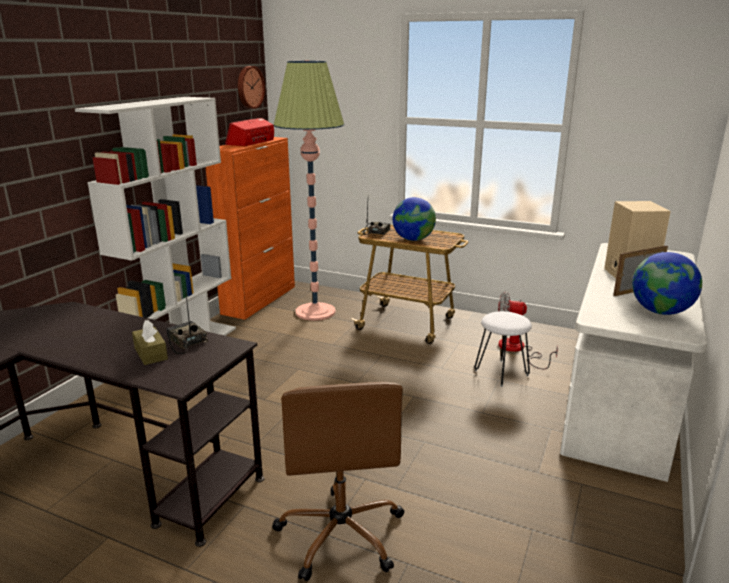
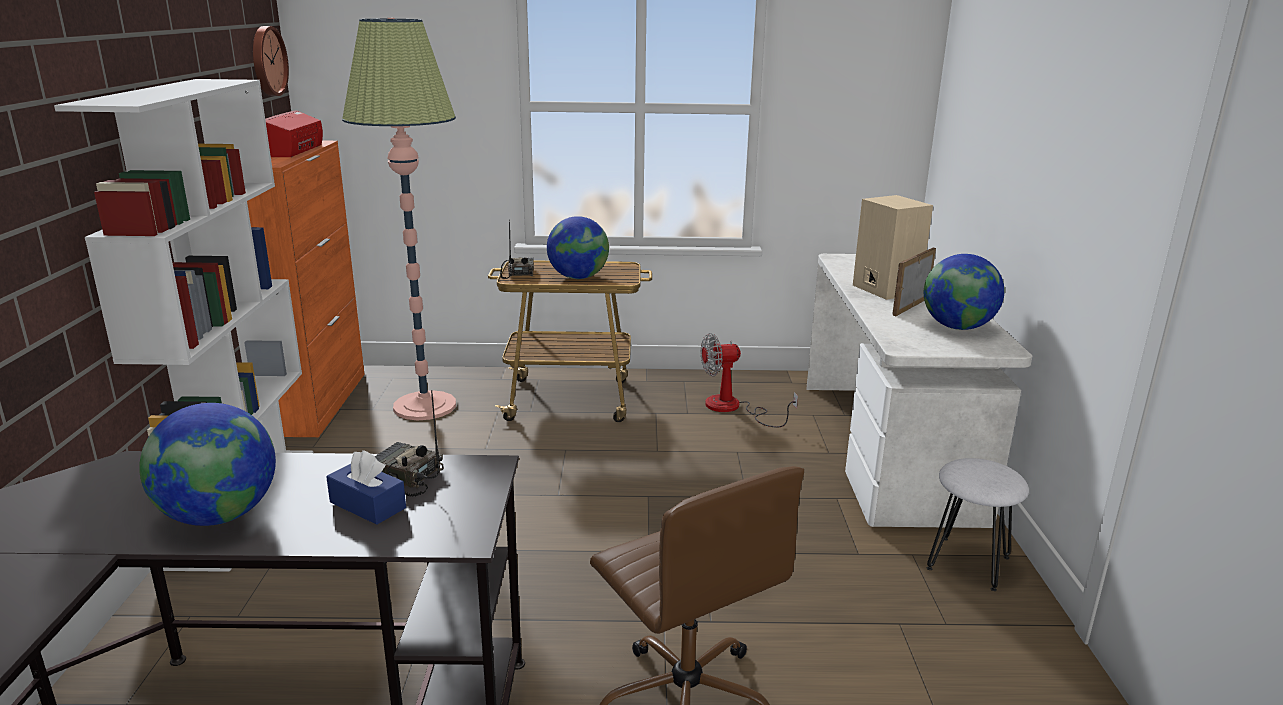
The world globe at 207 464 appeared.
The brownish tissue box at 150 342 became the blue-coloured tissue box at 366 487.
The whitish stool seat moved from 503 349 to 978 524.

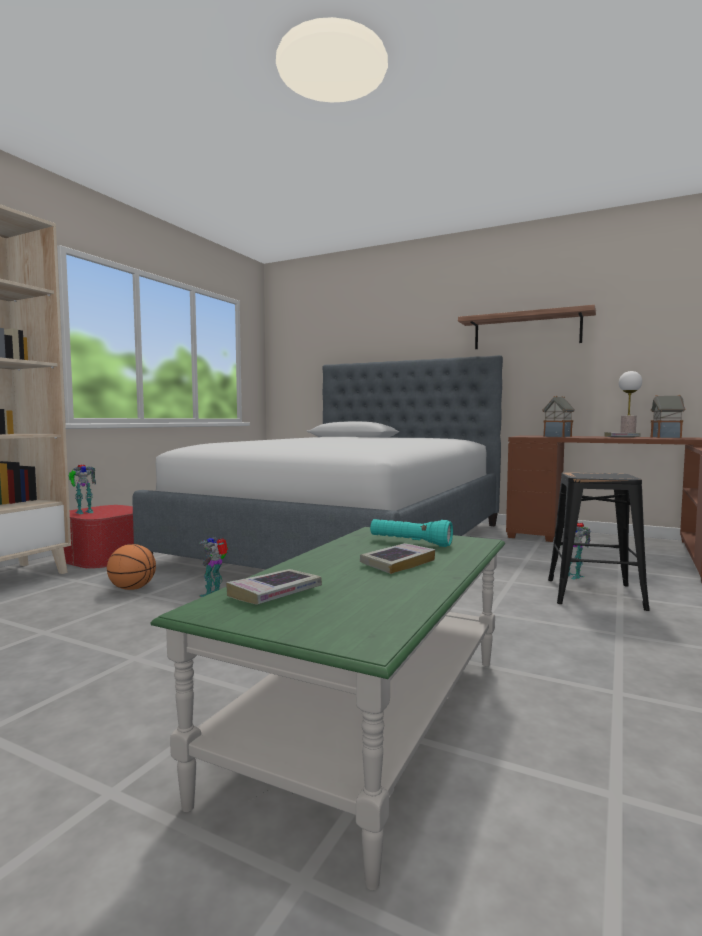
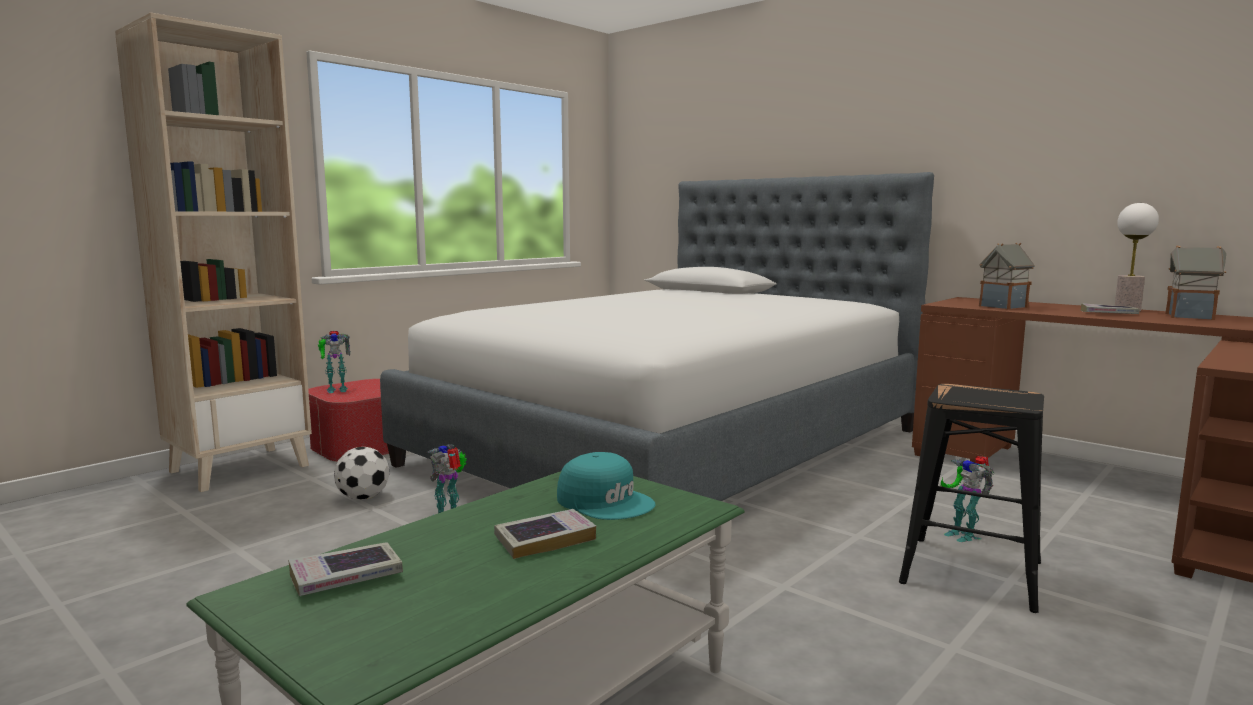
The basketball at 131 567 was replaced by the football at 361 473.
The turquoise-coloured hand torch at 411 533 was replaced by the turquoise-coloured peaked cap at 606 486.
The bracket shelf at 527 327 disappeared.

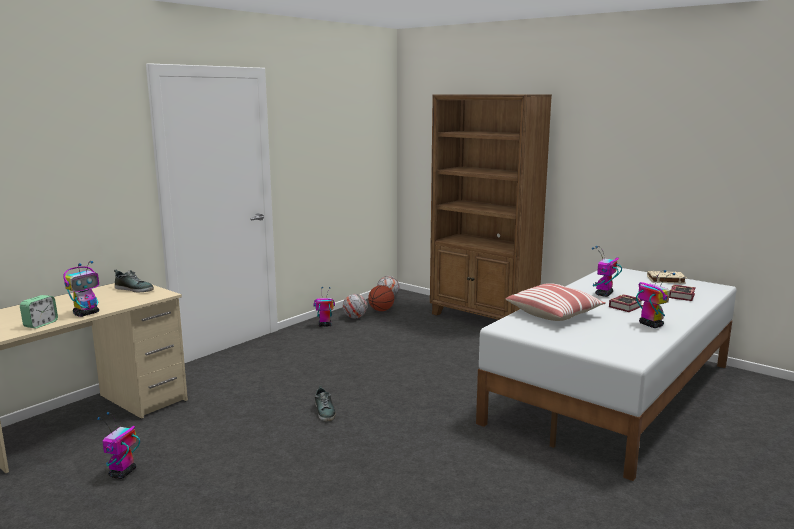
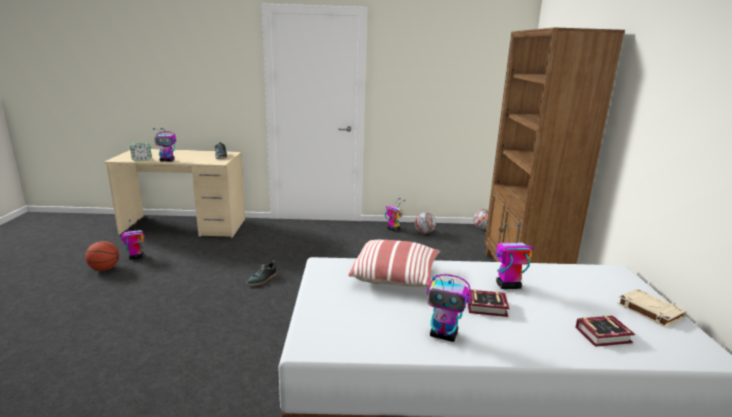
The basketball moved from 381 298 to 102 256.
The robot figure at 655 299 turned 90 degrees clockwise.

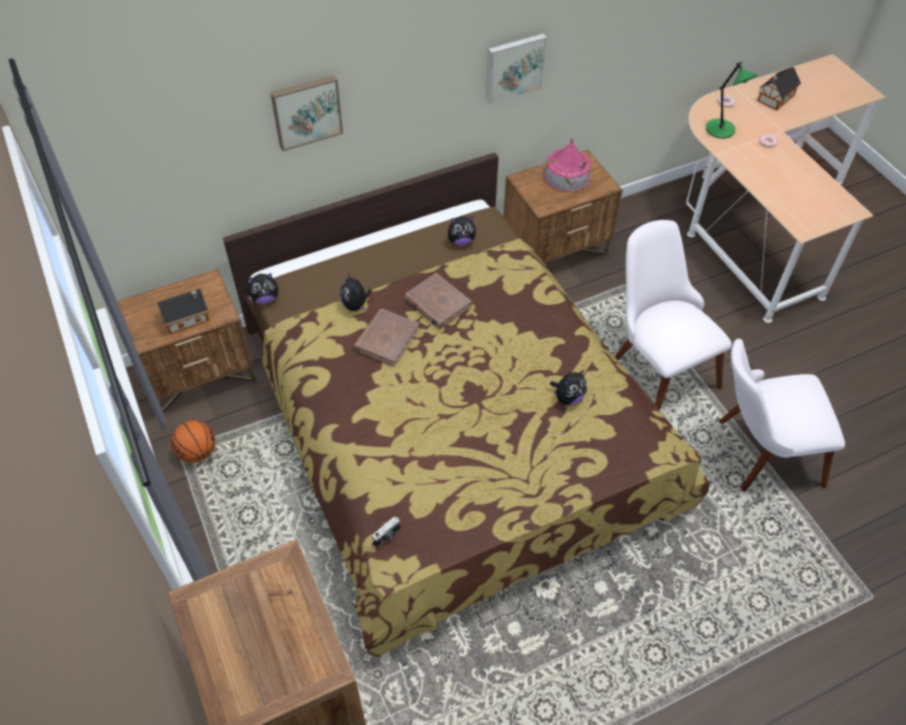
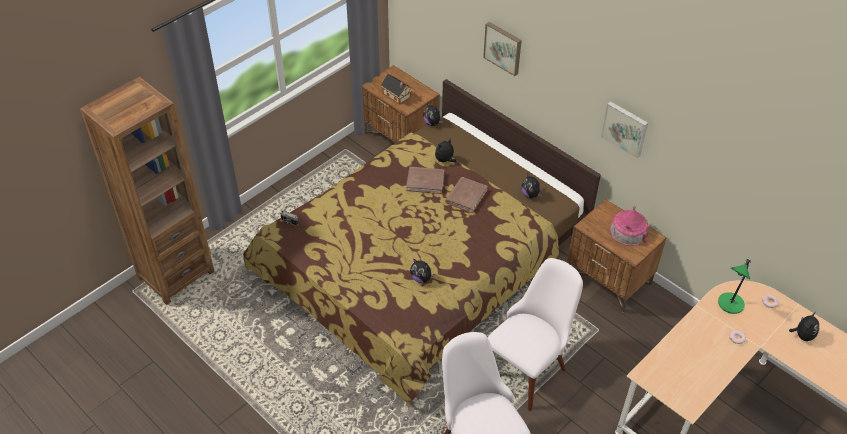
The miniature house at 779 89 was replaced by the soft toy at 804 327.
The basketball at 193 441 disappeared.

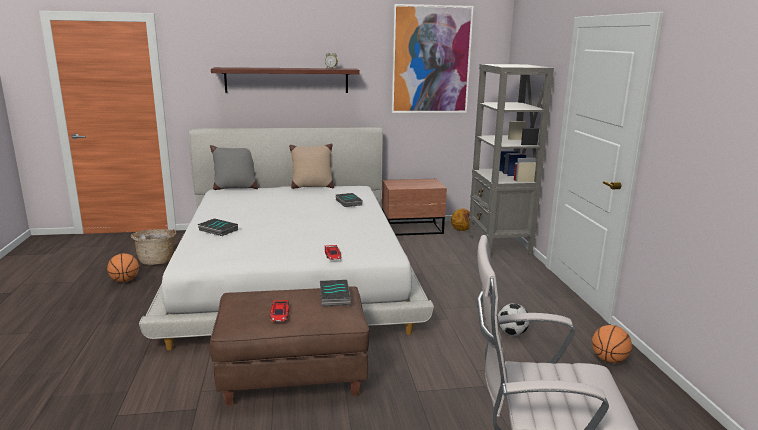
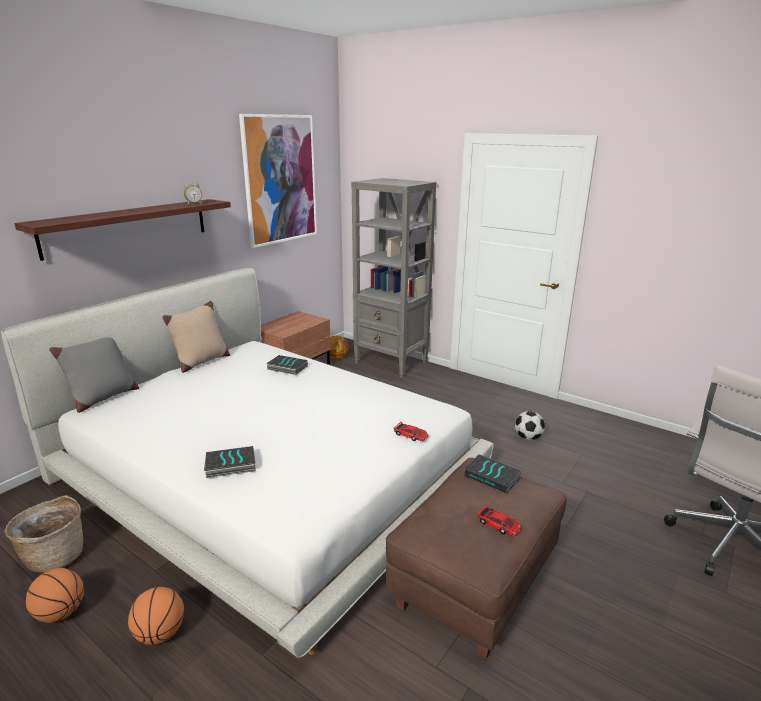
The basketball moved from 612 344 to 156 616.

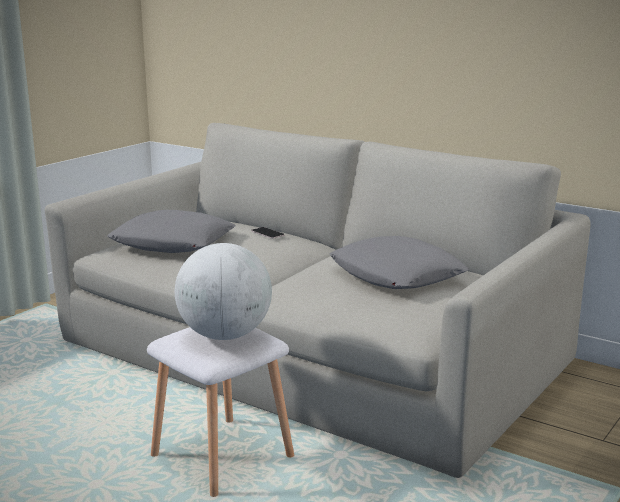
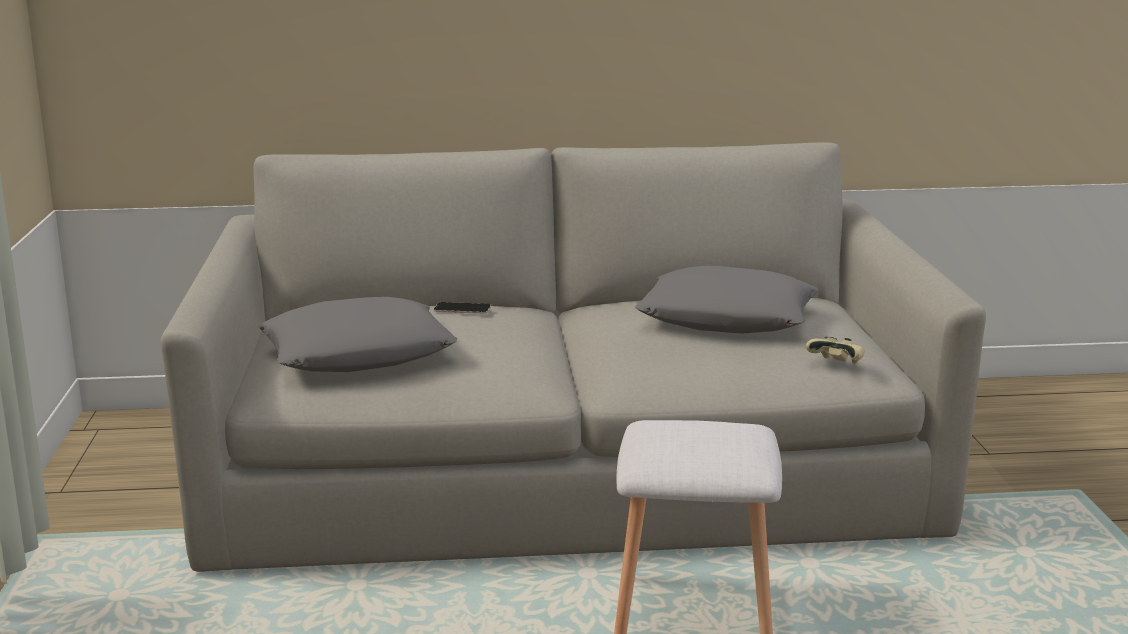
The beige-coloured joypad at 835 350 appeared.
The world globe at 223 291 disappeared.

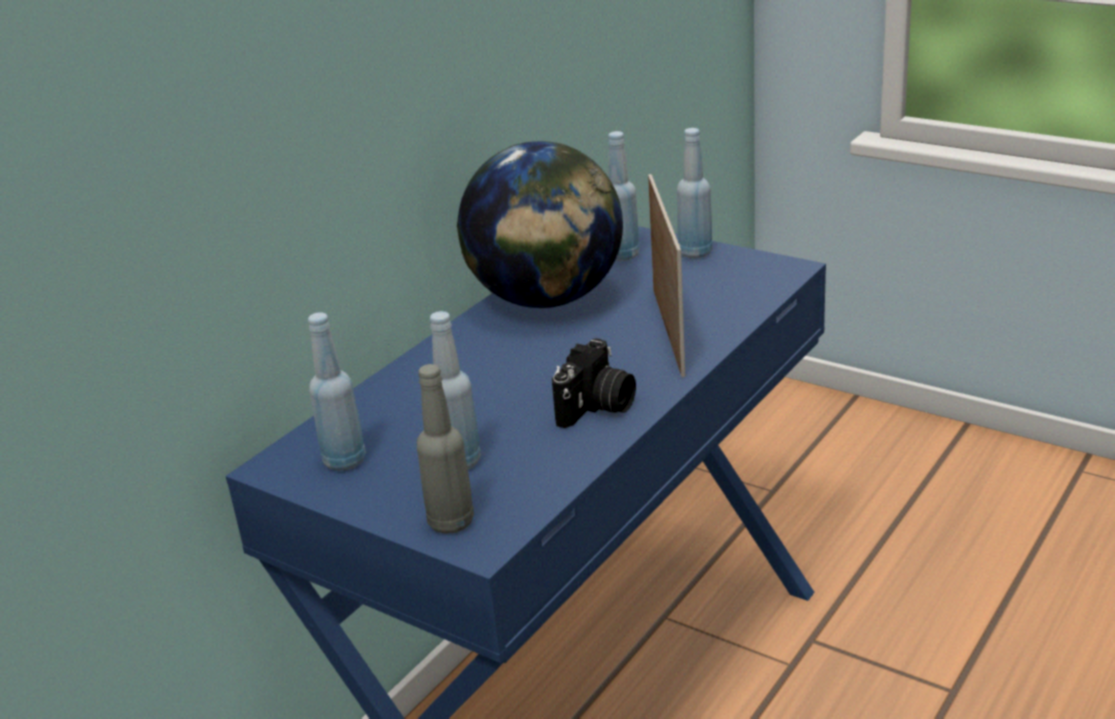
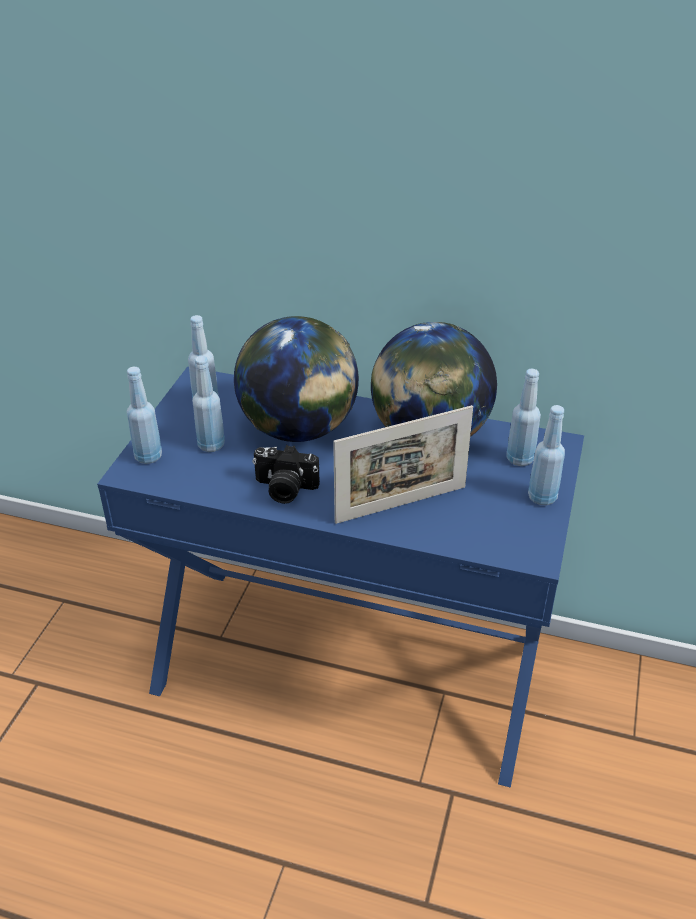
The greyish bottle at 445 449 became the blue-coloured bottle at 144 415.
The world globe at 296 379 appeared.

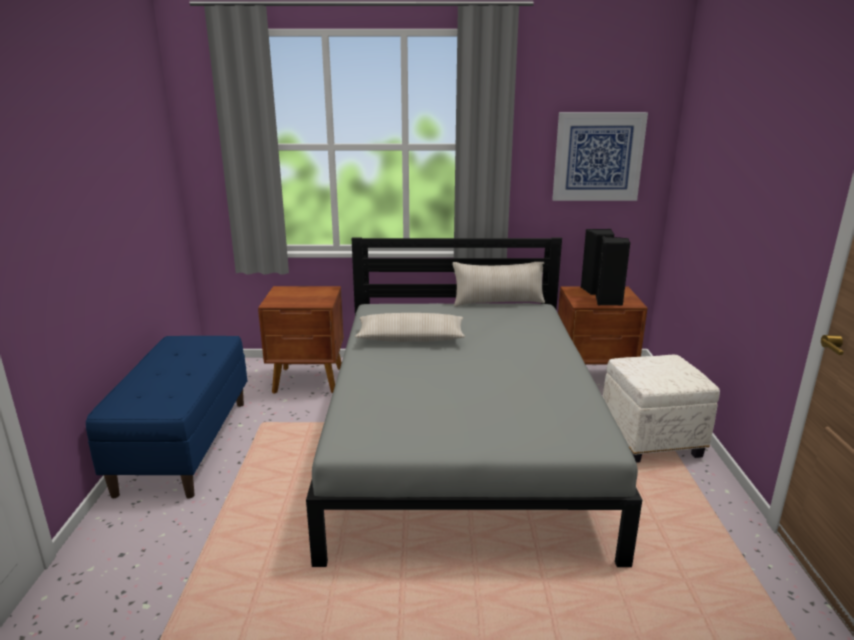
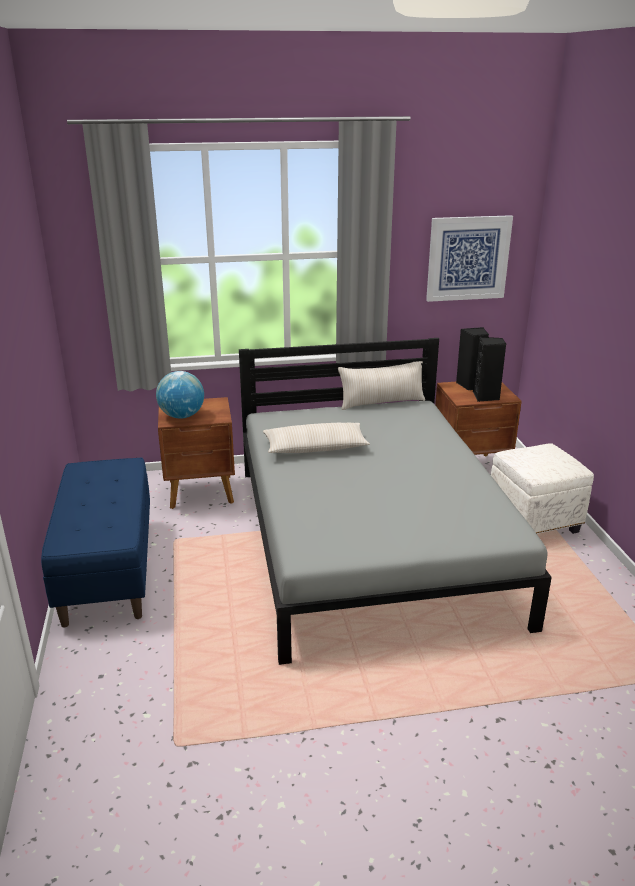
The world globe at 180 395 appeared.

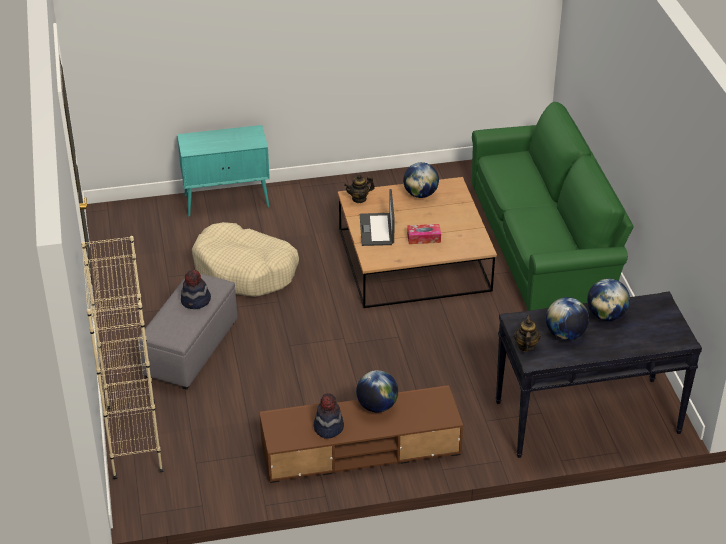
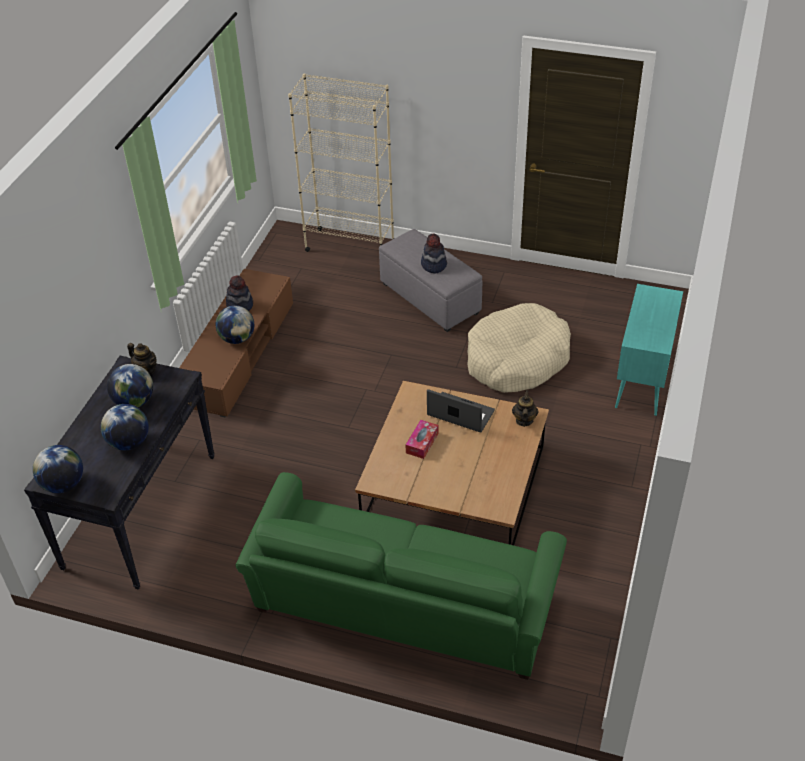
The world globe moved from 421 180 to 58 469.

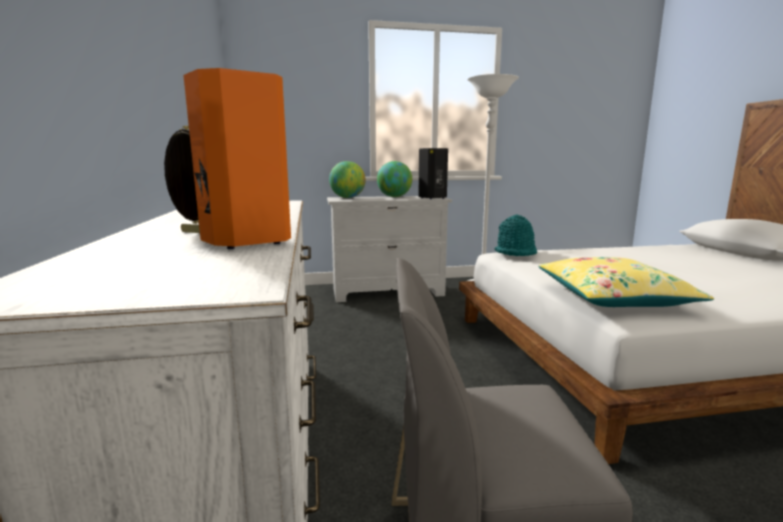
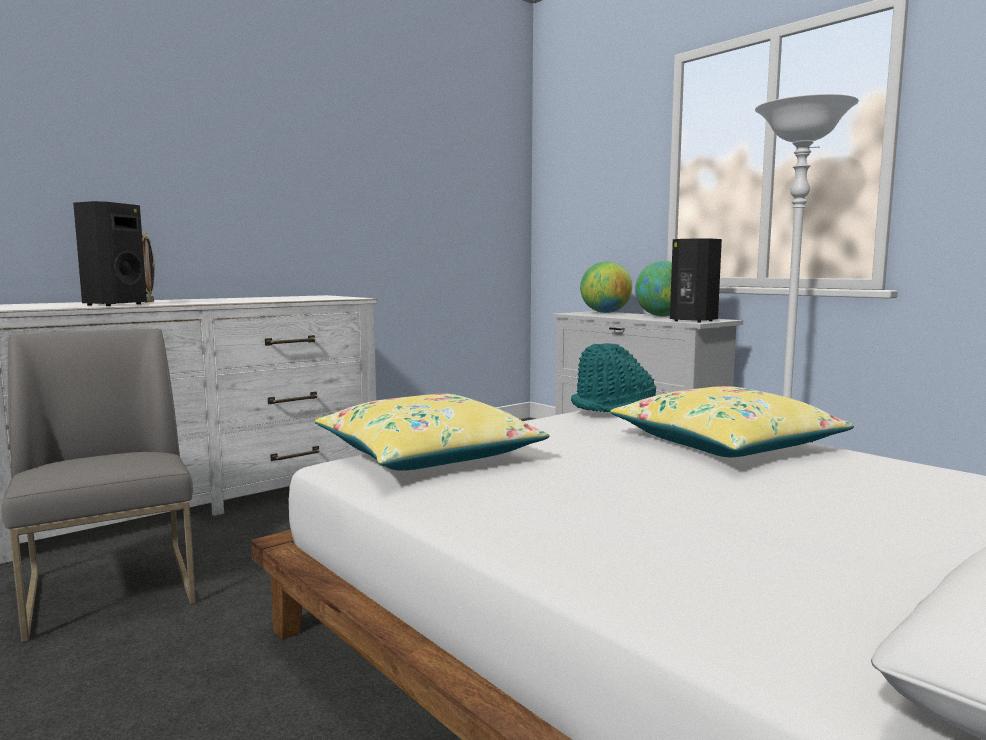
The orange audio speaker at 237 158 became the black-coloured audio speaker at 110 253.
The yellow pillow at 732 421 appeared.

